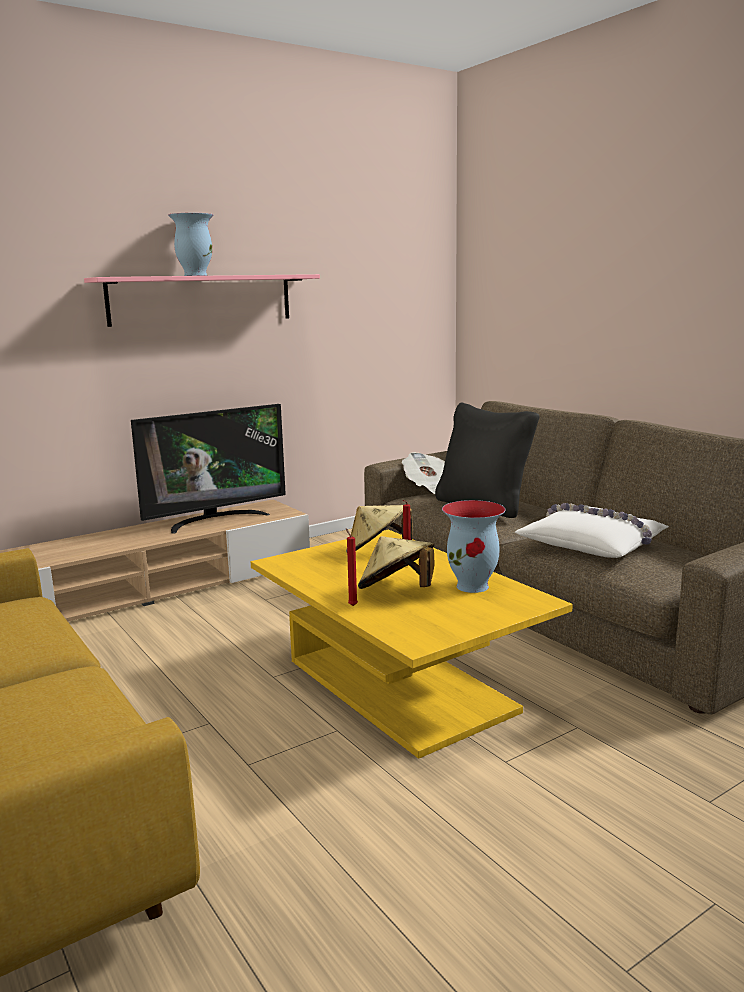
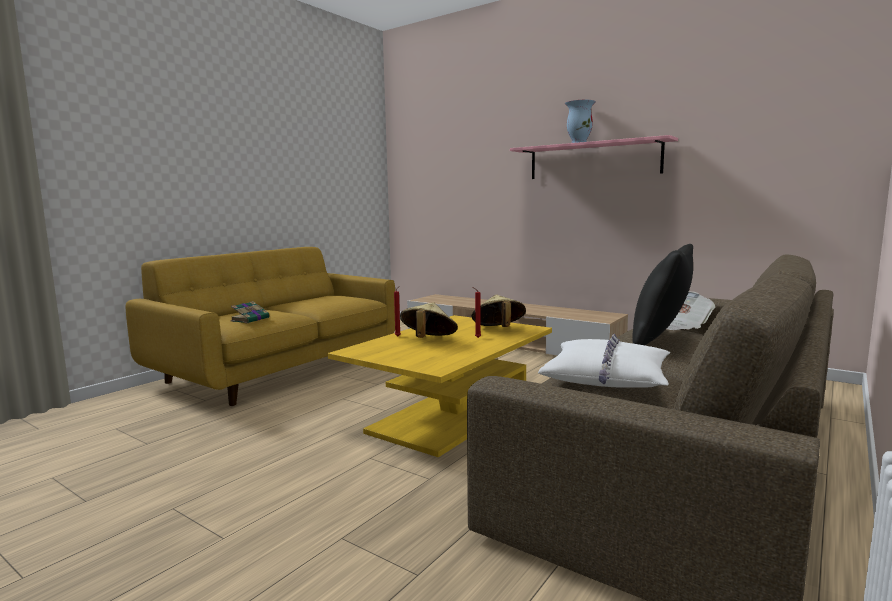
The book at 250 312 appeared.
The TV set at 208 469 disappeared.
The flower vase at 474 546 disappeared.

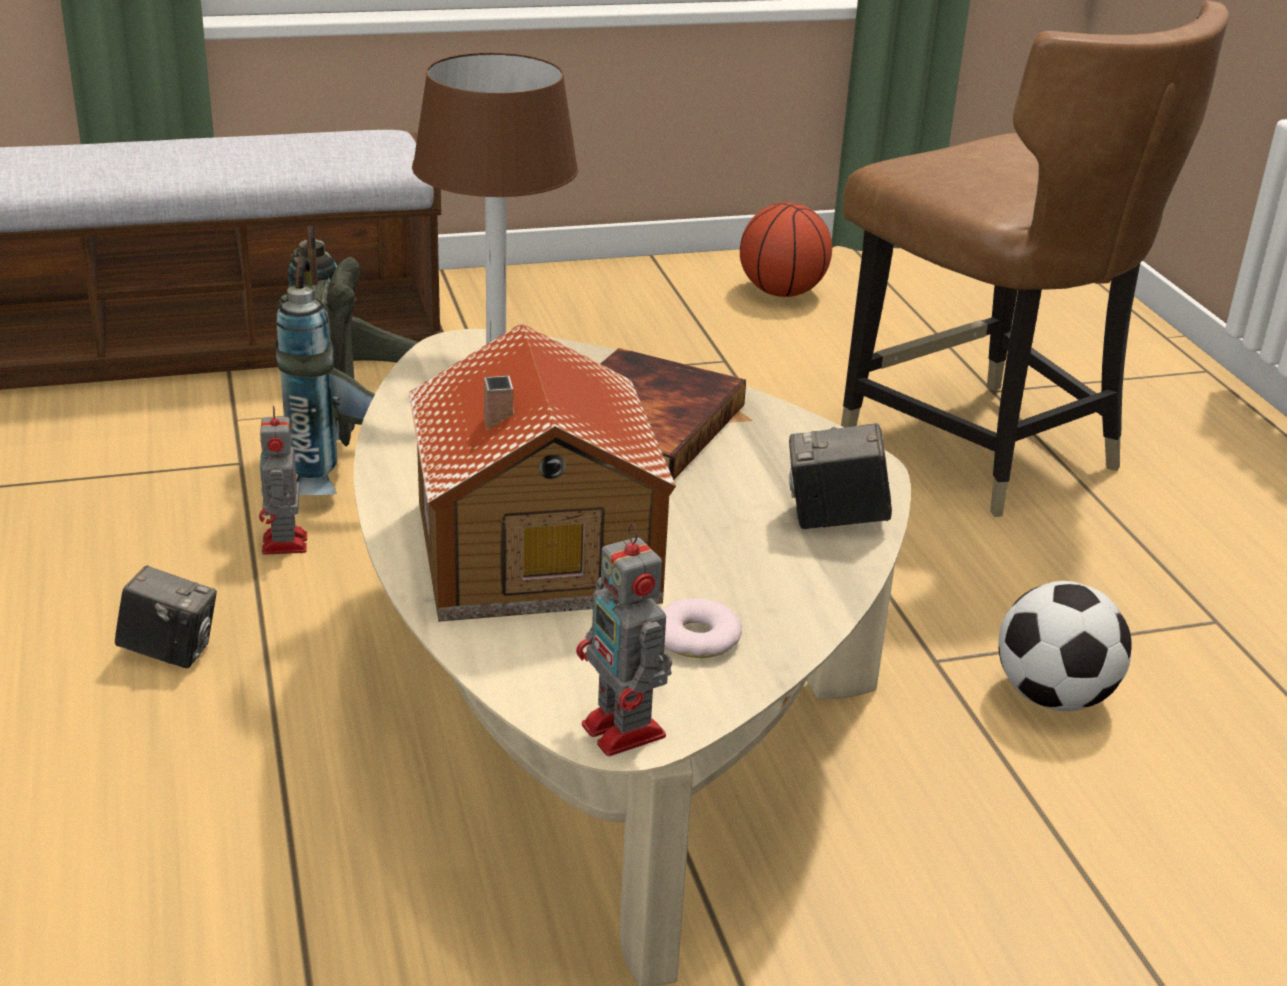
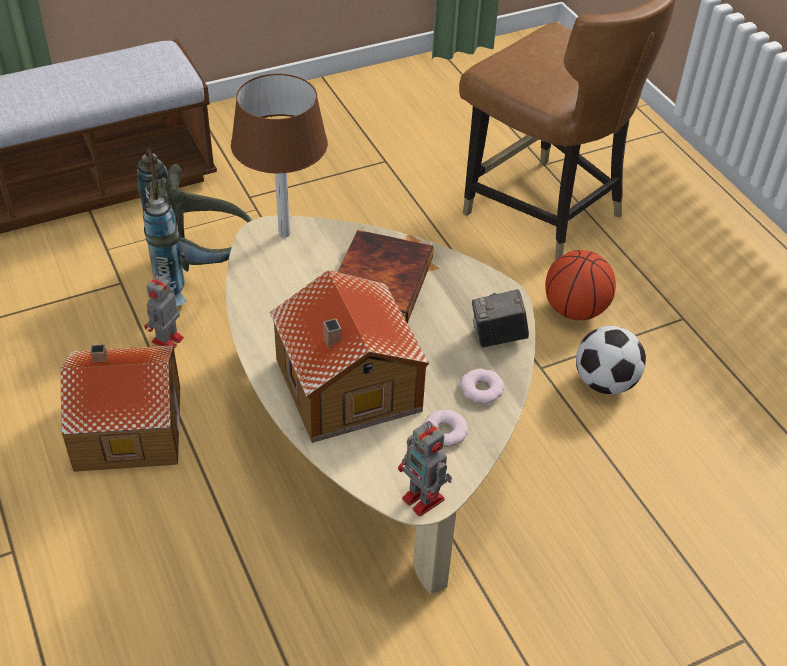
The photo camera at 166 616 was replaced by the miniature house at 120 408.
The robot figure at 283 480 turned 45 degrees clockwise.
The ring doughnut at 482 386 appeared.
The basketball moved from 786 249 to 580 285.

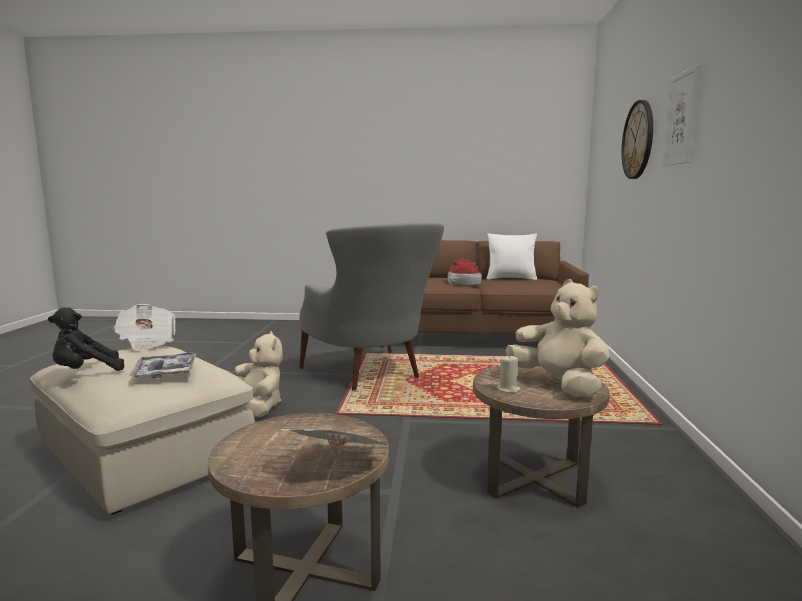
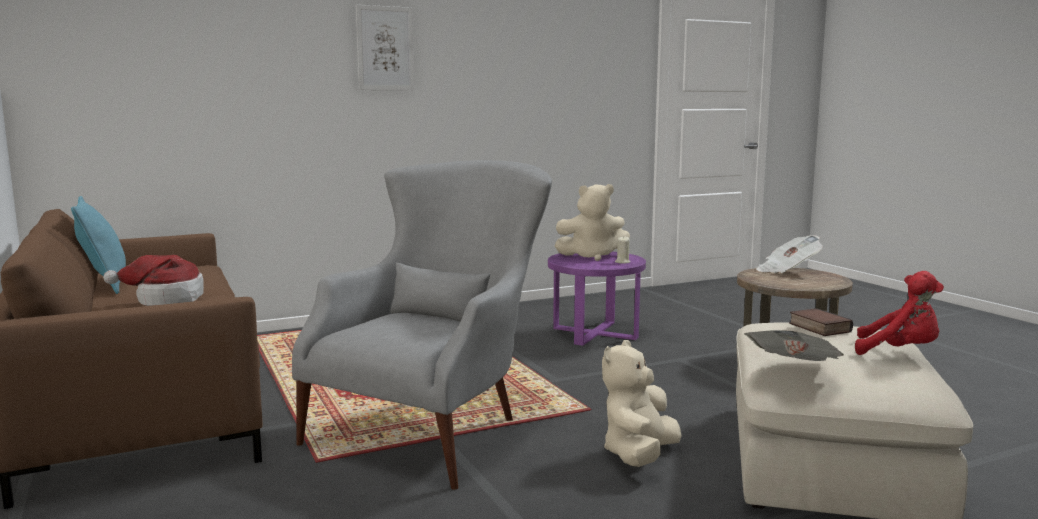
The whitish pillow at 512 256 became the turquoise-coloured pillow at 98 245.
The brownish accent table at 541 437 became the purplish accent table at 597 299.
The beige-coloured soft toy at 557 338 turned 120 degrees counterclockwise.
The tray at 163 365 was replaced by the book at 821 322.
The black-coloured soft toy at 86 339 became the red-coloured soft toy at 899 313.
The wall clock at 637 139 disappeared.

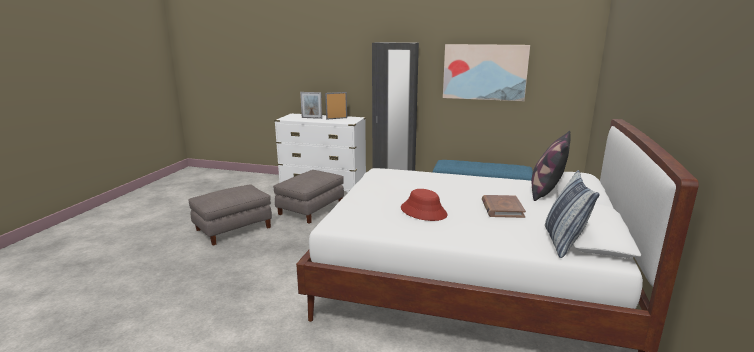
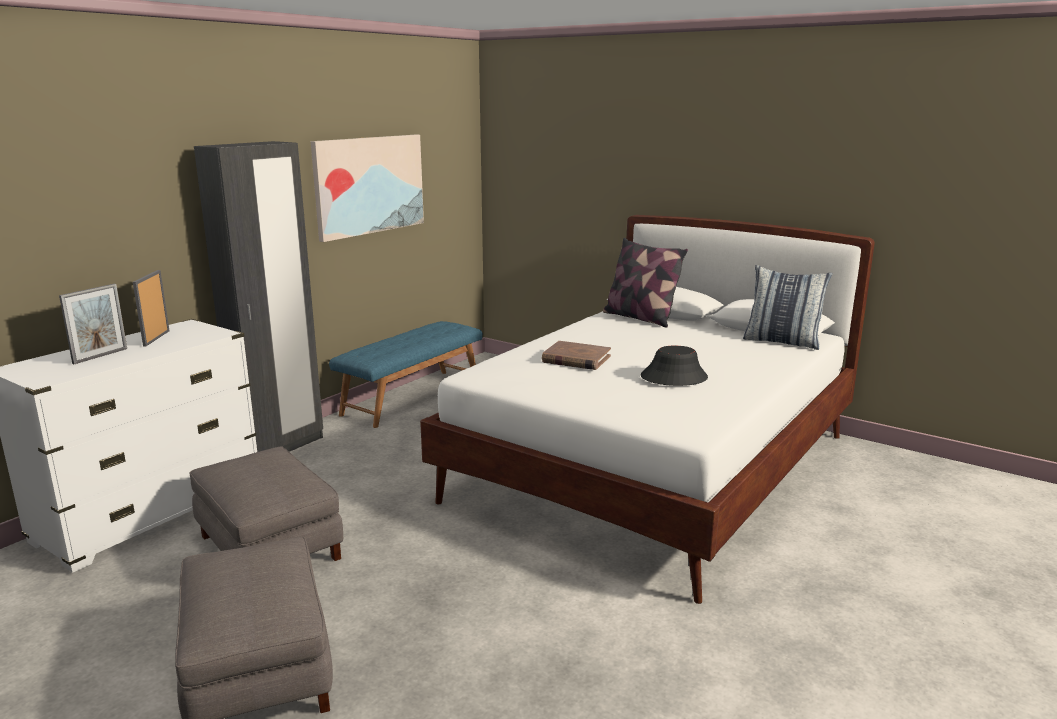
The brownish book moved from 504 206 to 576 355.
The red-coloured wearable hat at 424 205 became the black-coloured wearable hat at 674 366.

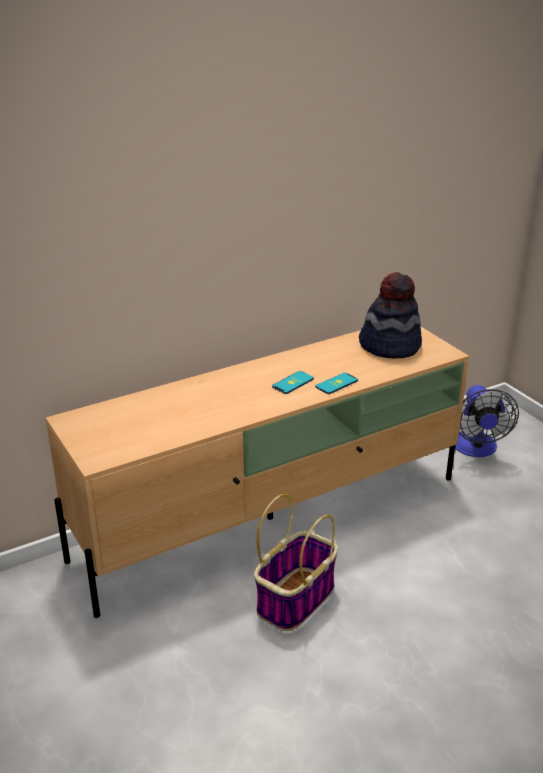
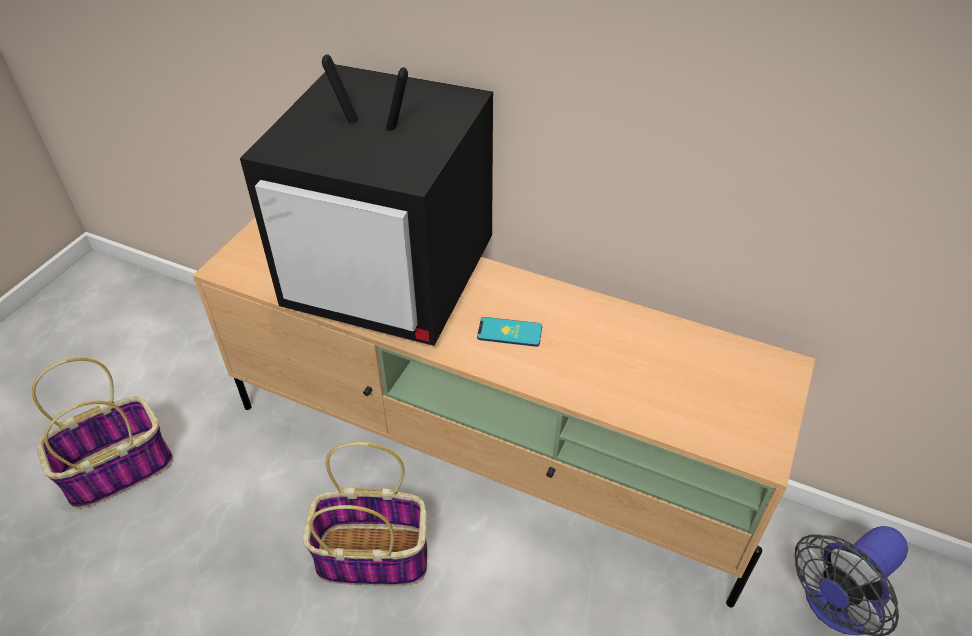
The basket at 102 433 appeared.
The TV set at 366 200 appeared.
The telephone at 337 383 disappeared.
The wearable hat at 390 315 disappeared.

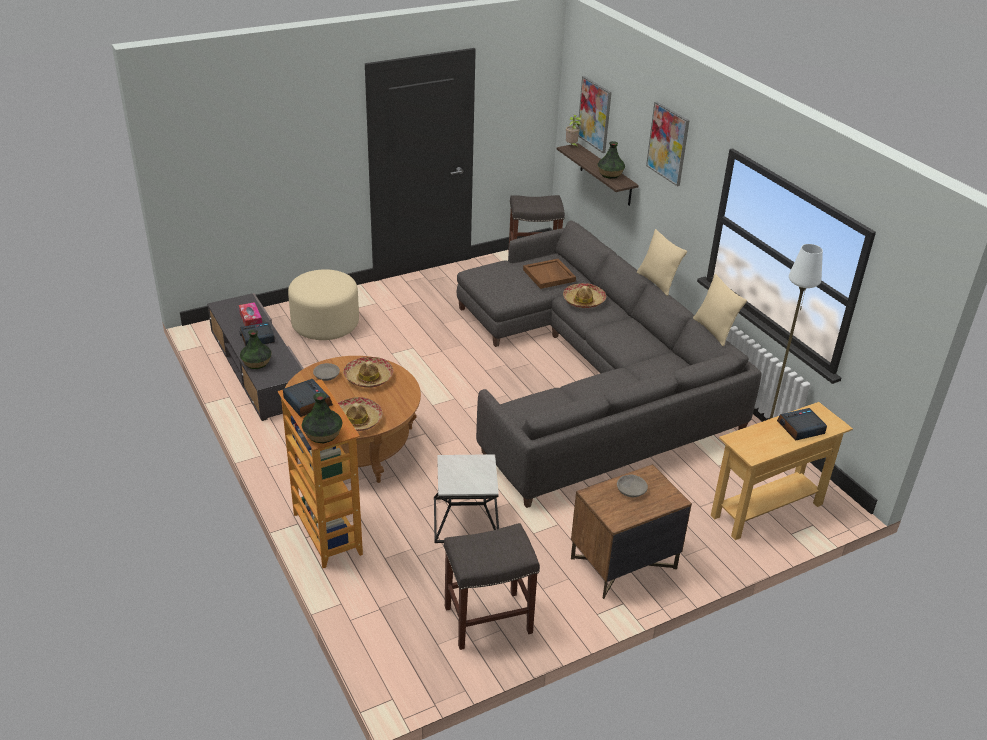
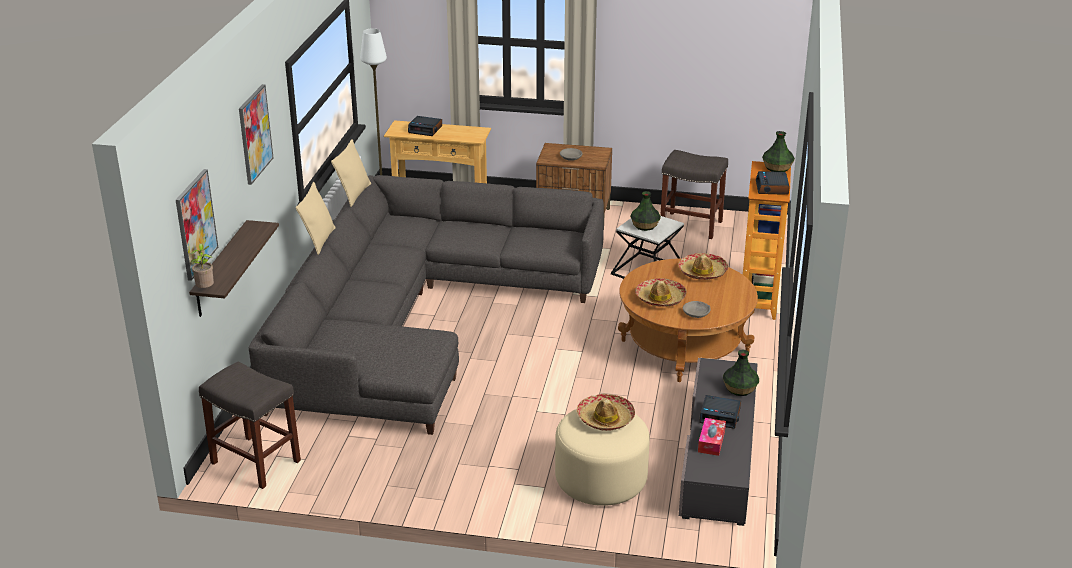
The wearable hat moved from 584 295 to 606 412.
The flower vase moved from 611 160 to 645 211.
The brownish tray at 549 274 disappeared.

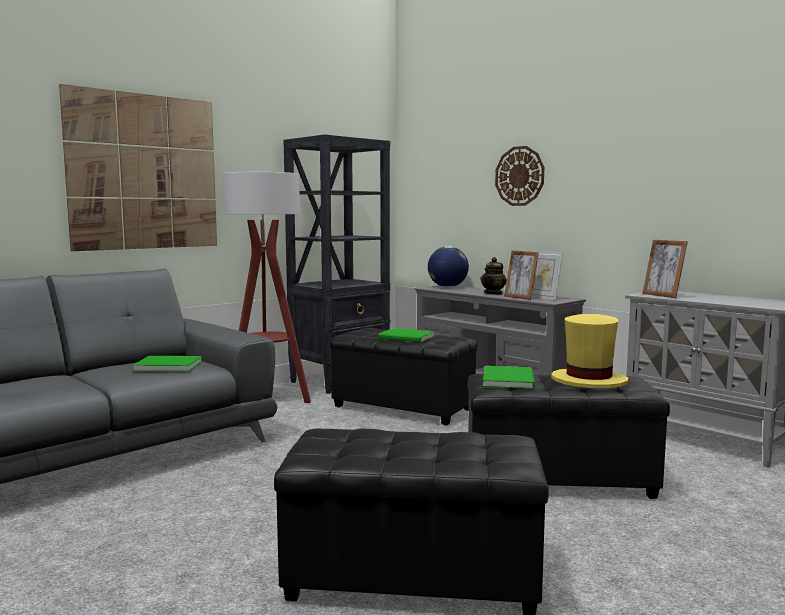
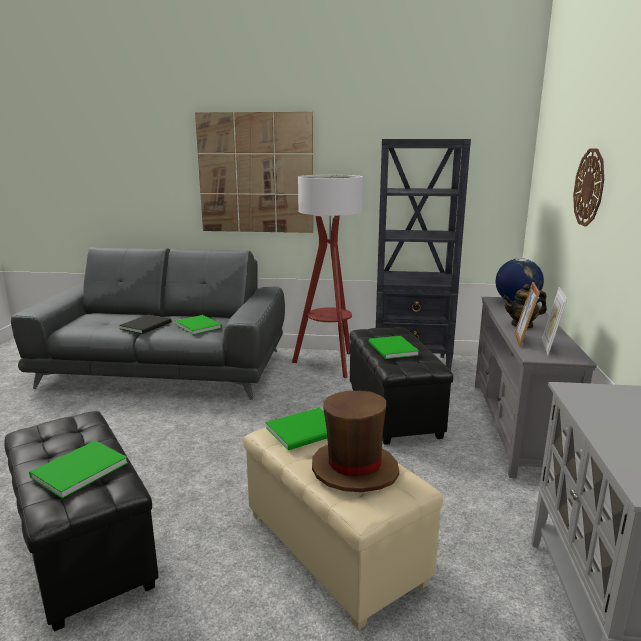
The green book at 78 470 appeared.
The black-coloured book at 145 324 appeared.
The black-coloured pouffe at 569 436 became the beige-coloured pouffe at 343 528.
The yellow wearable hat at 590 351 became the brownish wearable hat at 355 441.
The picture frame at 665 269 disappeared.

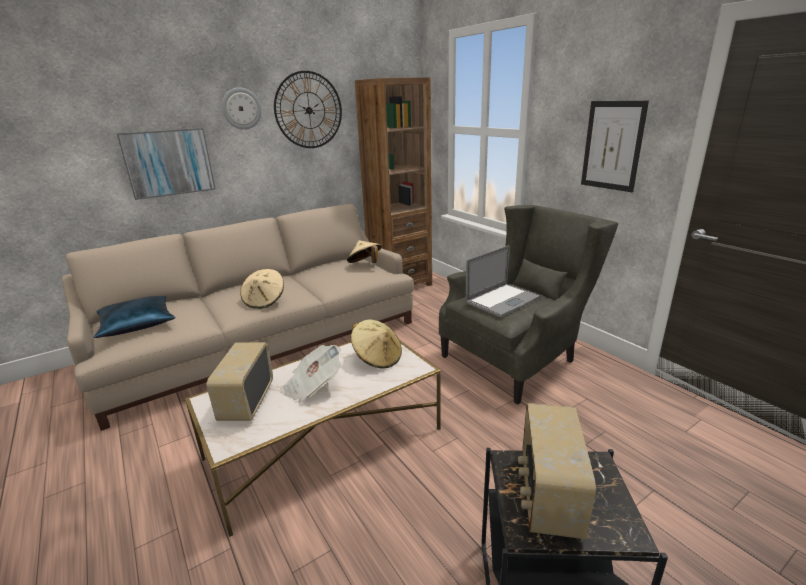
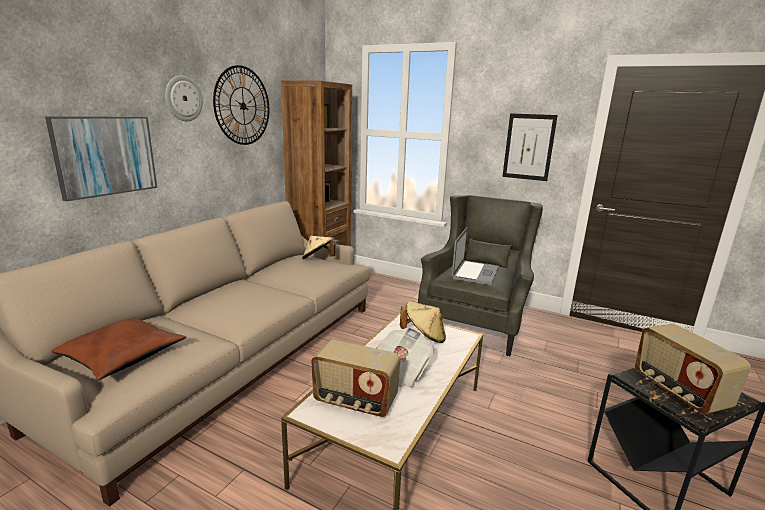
The blue-coloured pillow at 135 317 became the brownish pillow at 118 348.
The radio set at 240 381 turned 45 degrees counterclockwise.
The beige-coloured wearable hat at 262 289 disappeared.

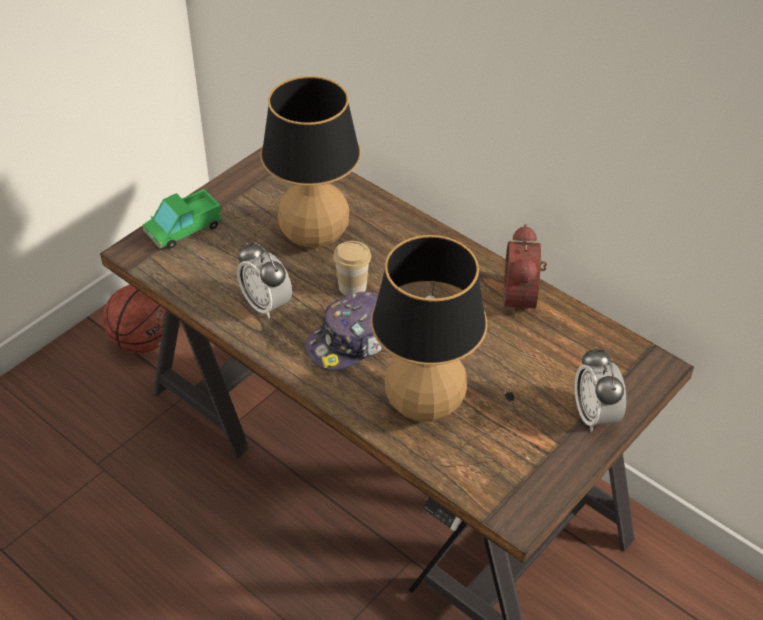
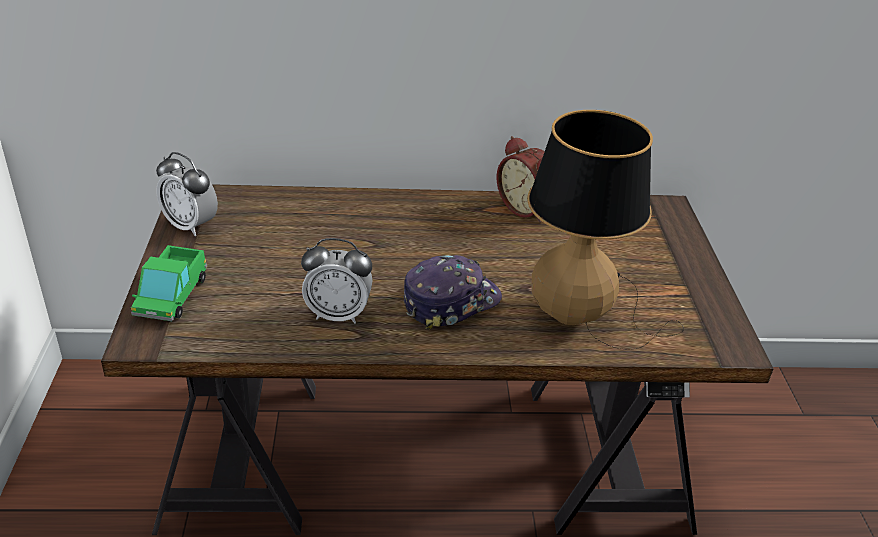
The alarm clock moved from 600 389 to 187 194.
The peaked cap at 345 331 turned 135 degrees counterclockwise.
The basketball at 134 319 disappeared.
The tabletop lamp at 297 163 disappeared.
The cup at 352 268 disappeared.

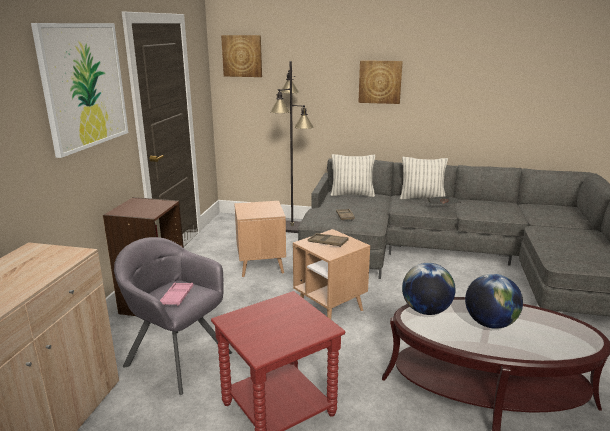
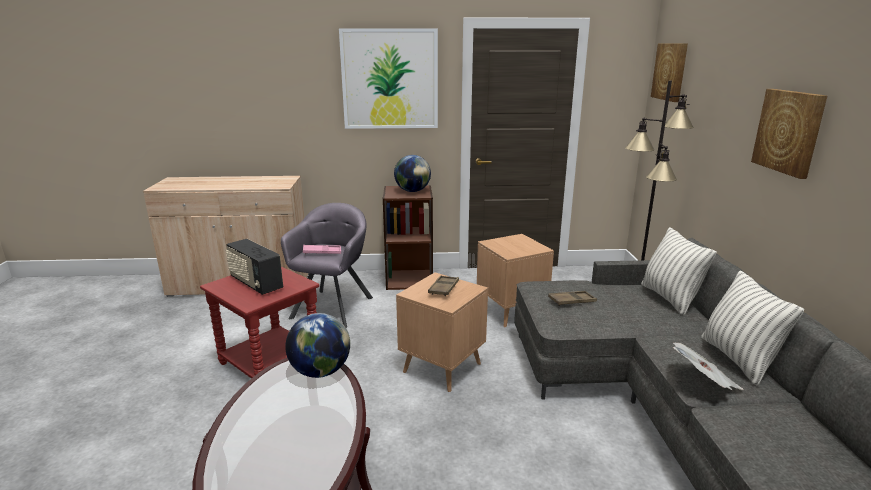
The radio set at 254 267 appeared.
The world globe moved from 494 301 to 412 173.

